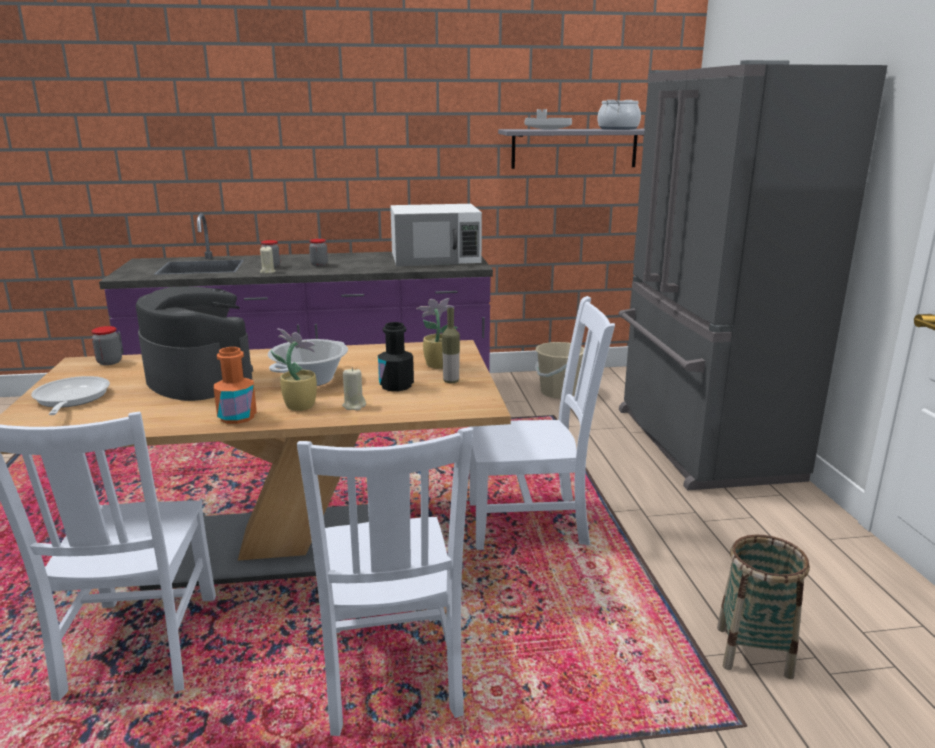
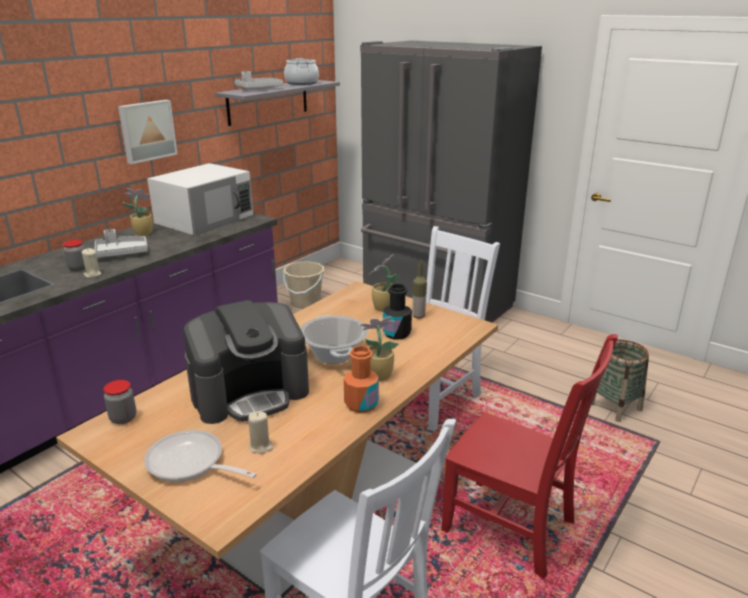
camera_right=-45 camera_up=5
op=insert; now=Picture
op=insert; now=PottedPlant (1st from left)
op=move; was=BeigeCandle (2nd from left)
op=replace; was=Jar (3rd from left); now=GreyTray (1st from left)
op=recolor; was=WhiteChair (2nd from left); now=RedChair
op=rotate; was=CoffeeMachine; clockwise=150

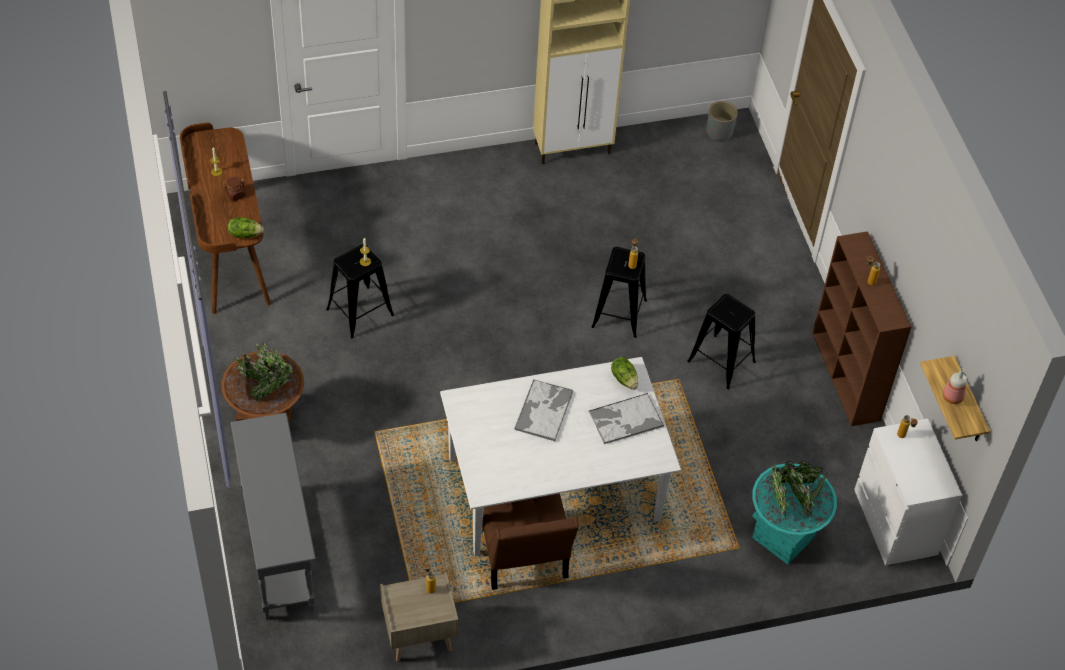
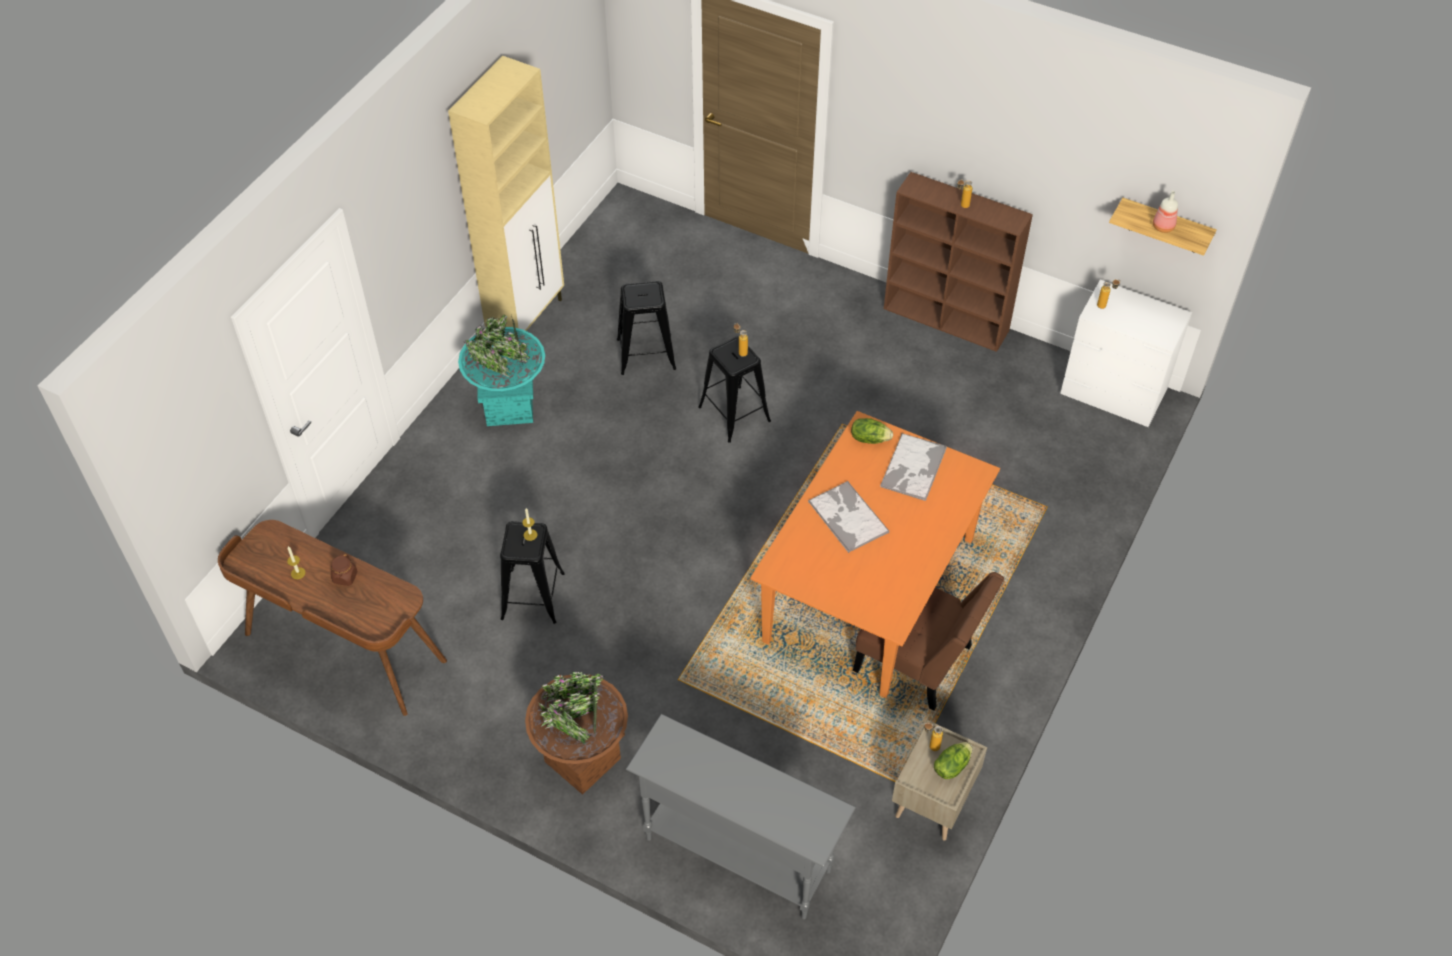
camera_right=-45 camera_up=0
op=delete; was=GreyPlanter
op=move; was=Lettuce (1st from left in the first image); now=Lettuce (2nd from left)
op=move; was=BlackStool (3rd from left in the first image); now=BlackStool (2nd from left)
op=move; was=TurquoisePlanter
op=recolor; was=WhiteDiningTable; now=OrangeDiningTable

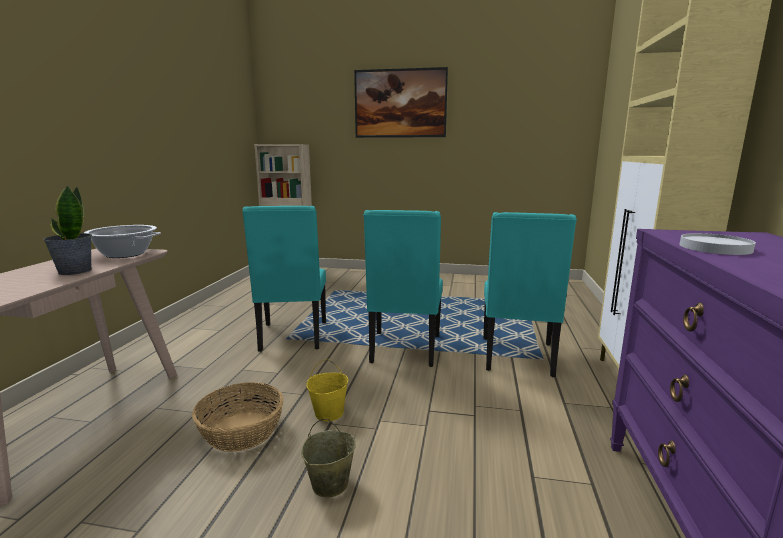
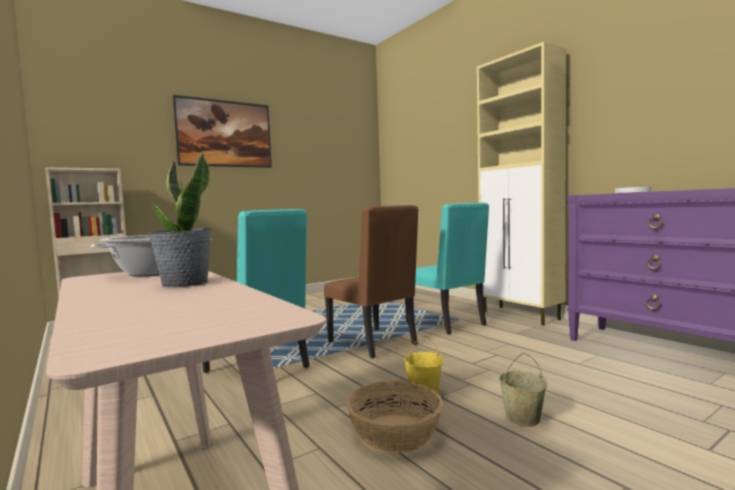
camera_right=-45 camera_up=-10
op=recolor; was=TurquoiseChair (2nd from left); now=BrownChair

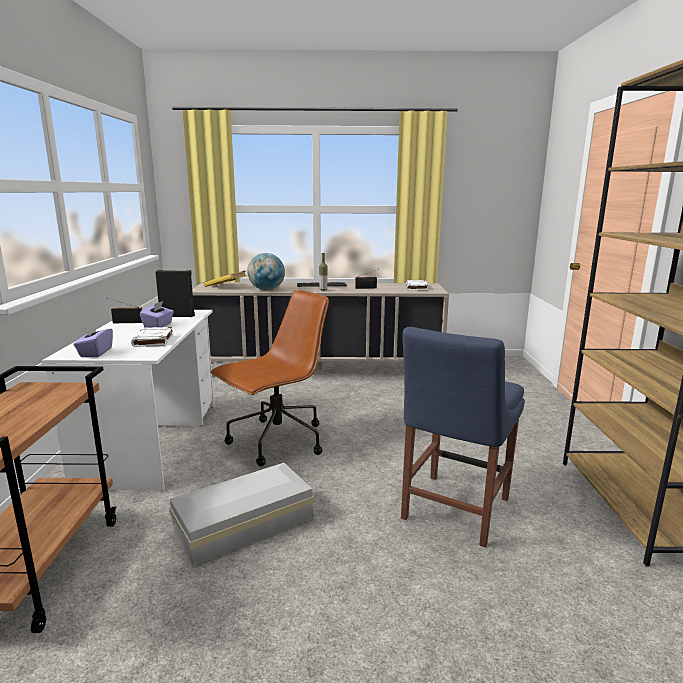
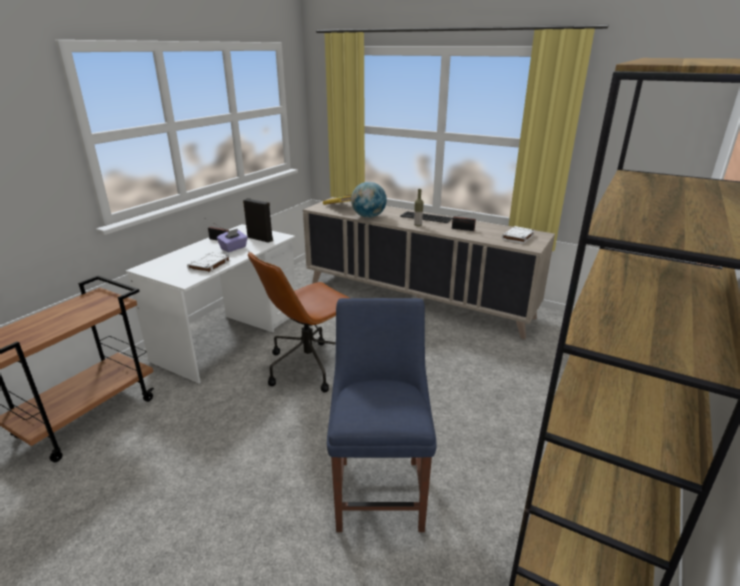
camera_right=30 camera_up=10
op=delete; was=PurpleTissueBox (1st from left)
op=delete; was=WhiteStorageBox
op=rotate; was=BrownOfficeChair; clockwise=150
op=rotate; was=BlueChair; clockwise=120

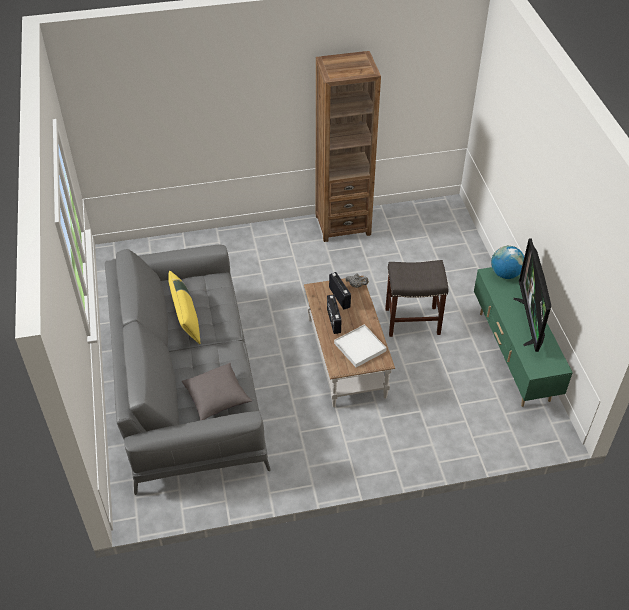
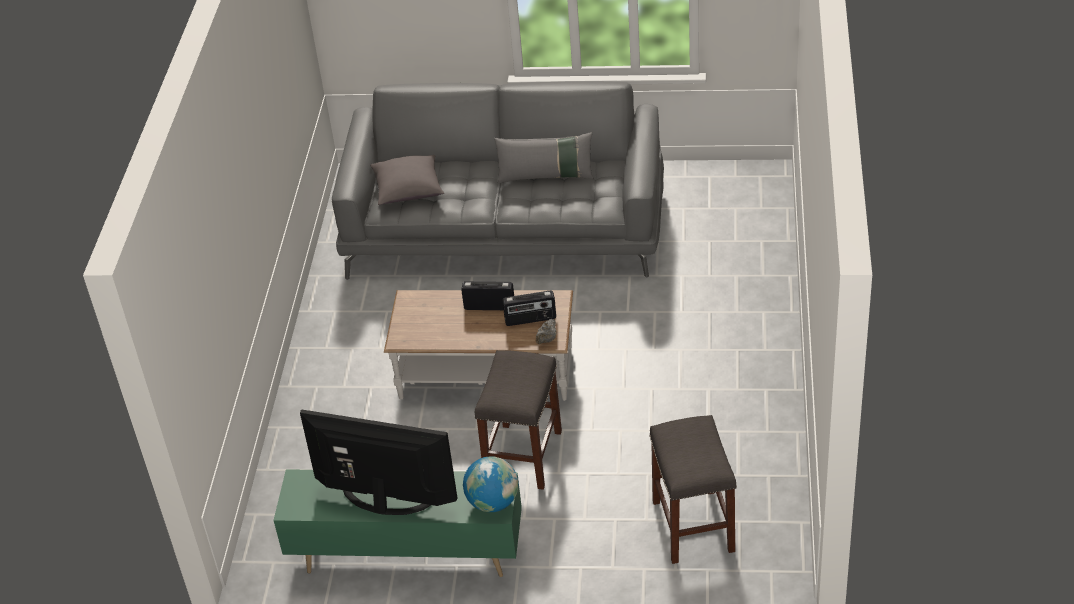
camera_right=110 camera_up=-5
op=delete; was=BrownBookcase
op=delete; was=WhiteTray
op=insert; now=GreyStool (2nd from left)
op=recolor; was=YellowPillow; now=GreyPillow (2nd from left)

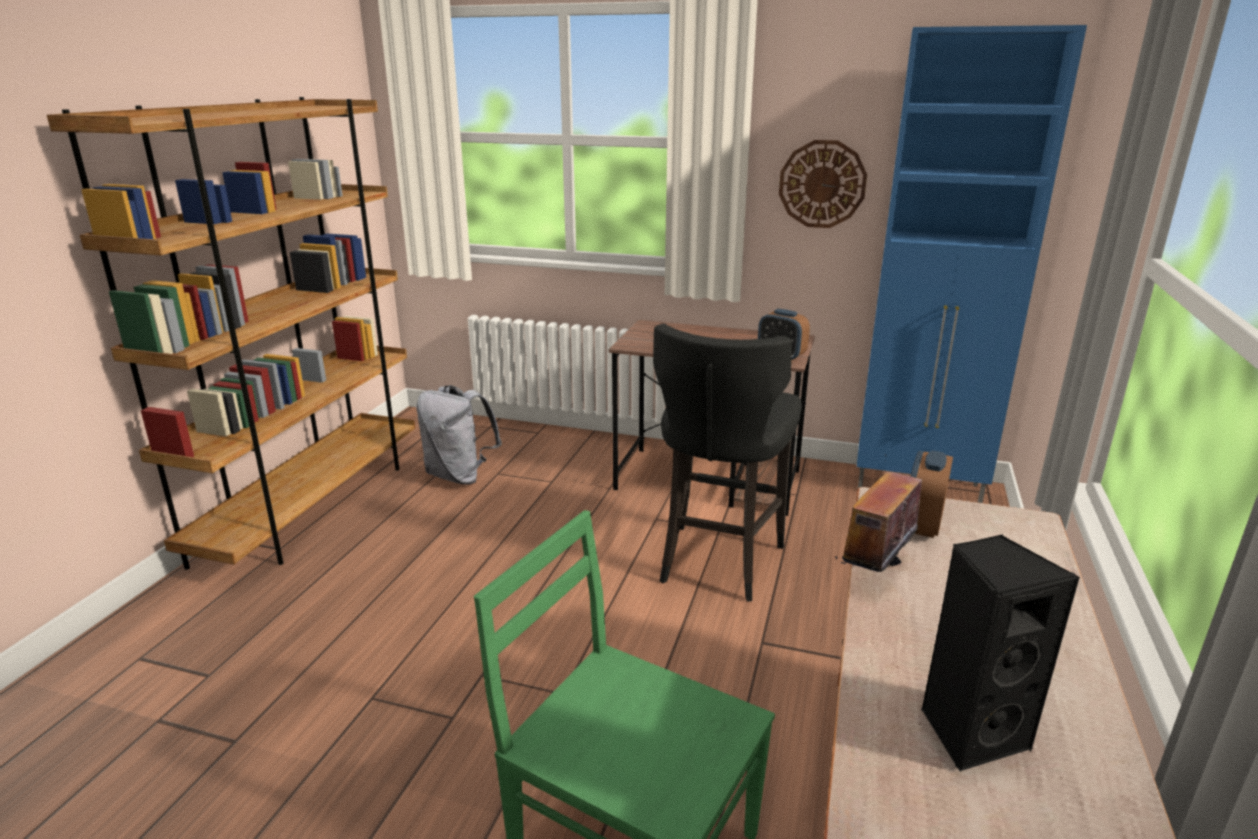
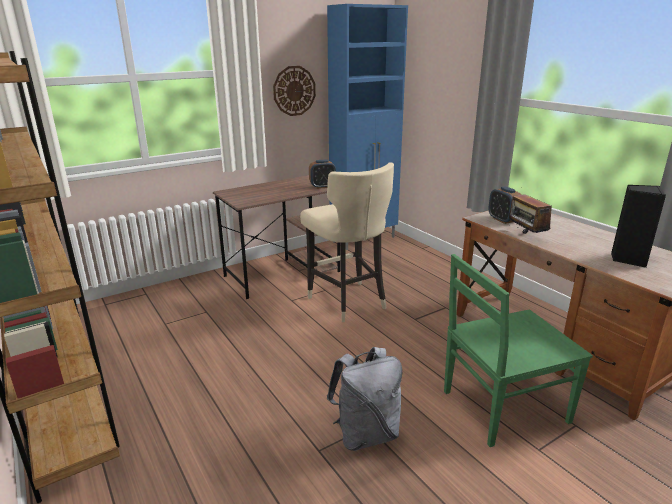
camera_right=-50 camera_up=0
op=move; was=GreyBackpack
op=recolor; was=BlackStool; now=BeigeStool

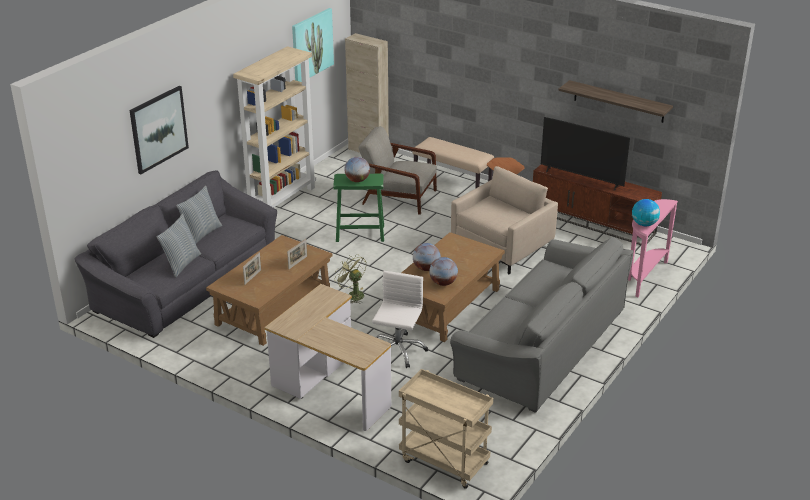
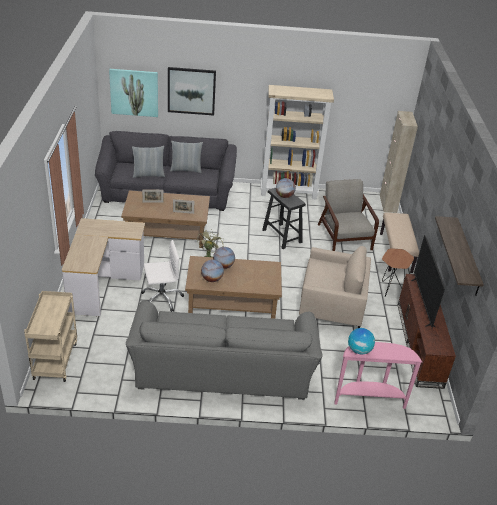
camera_right=55 camera_up=5
op=move; was=Picture (2nd from left in the first image); now=Picture (1st from left)
op=recolor; was=GreenStool; now=BlackStool

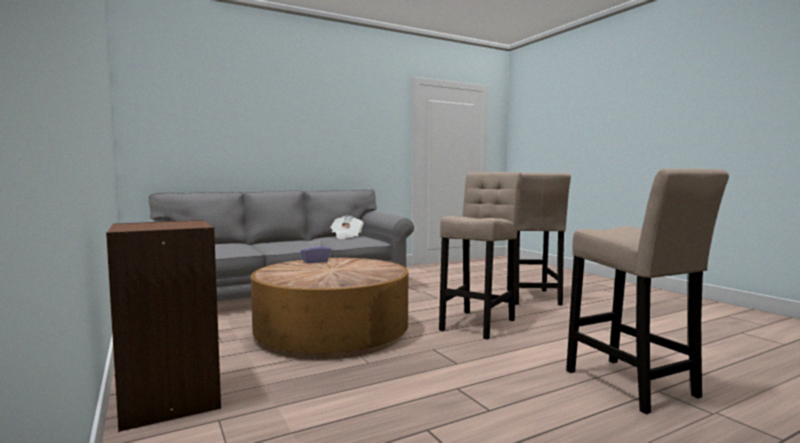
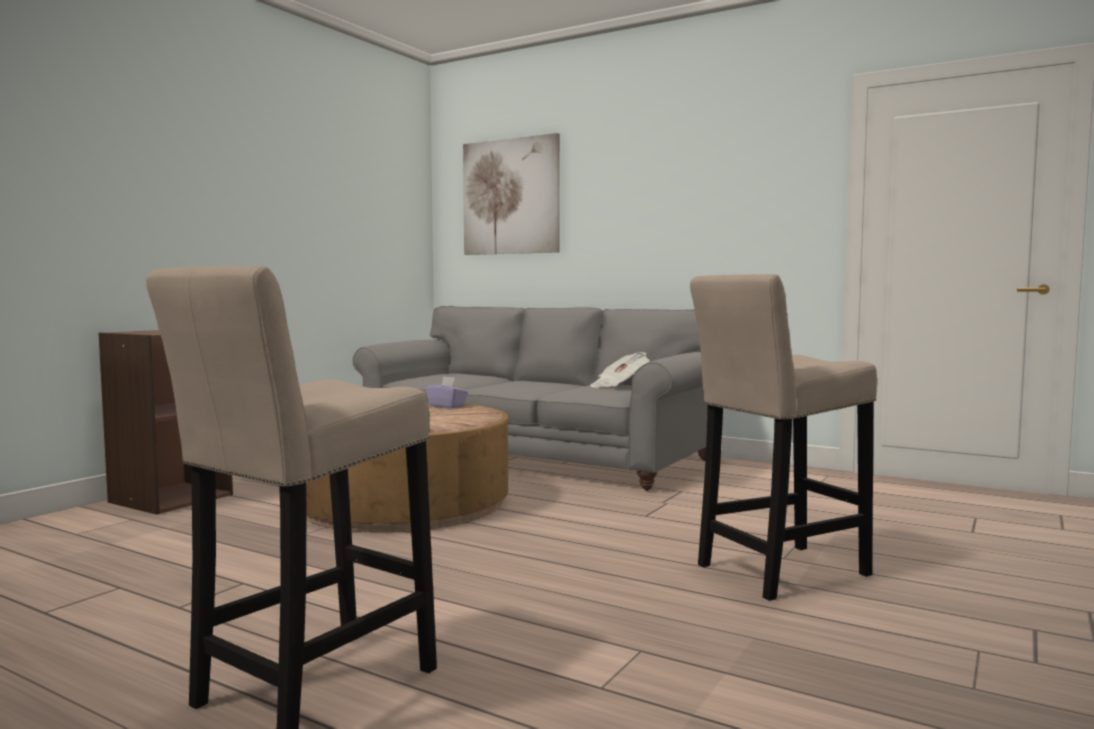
camera_right=60 camera_up=0
op=delete; was=BeigeStool (1st from left)
op=insert; now=Picture

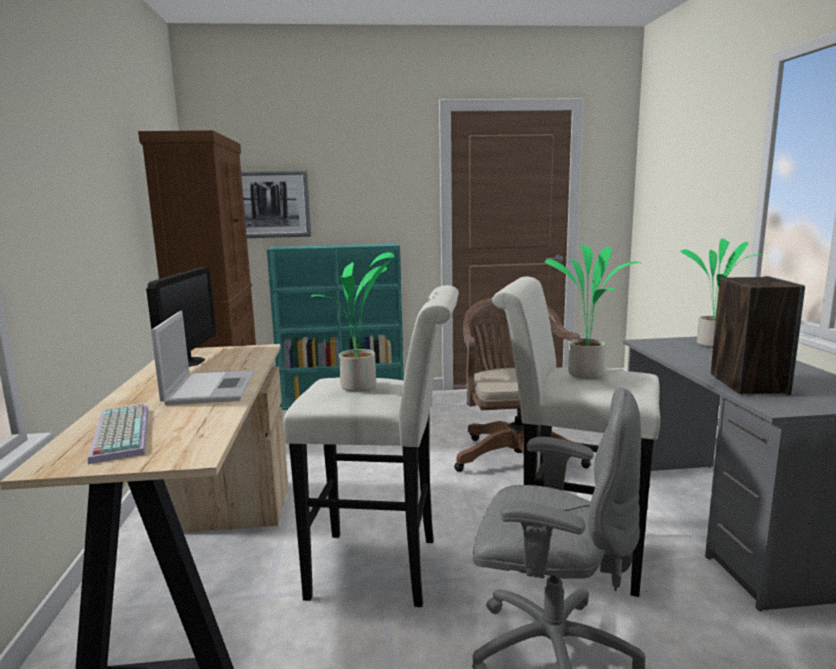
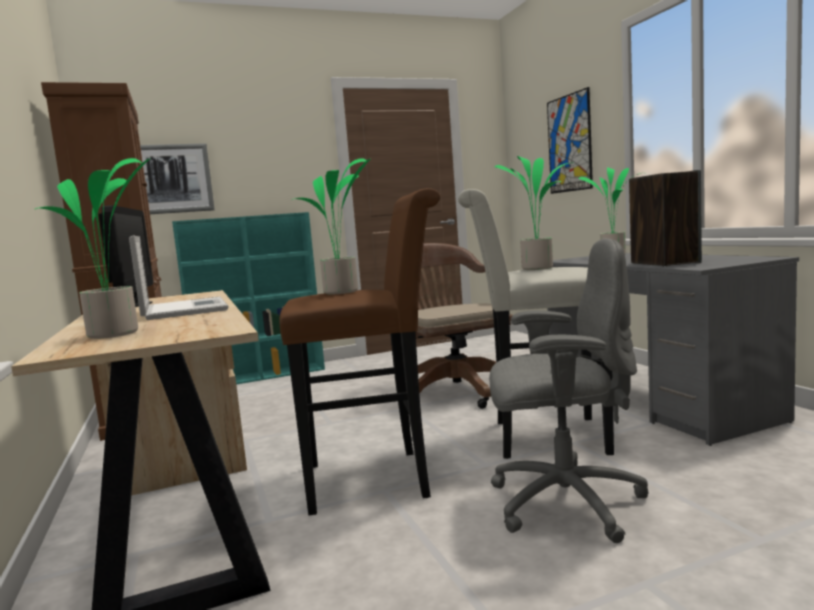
camera_right=-15 camera_up=-5
op=insert; now=Picture (2nd from left)
op=replace; was=Keyboard; now=PottedPlant (1st from left)
op=recolor; was=WhiteStool (1st from left); now=BrownStool

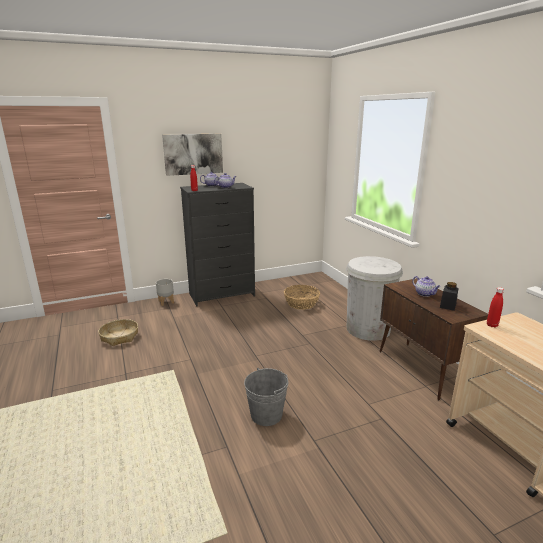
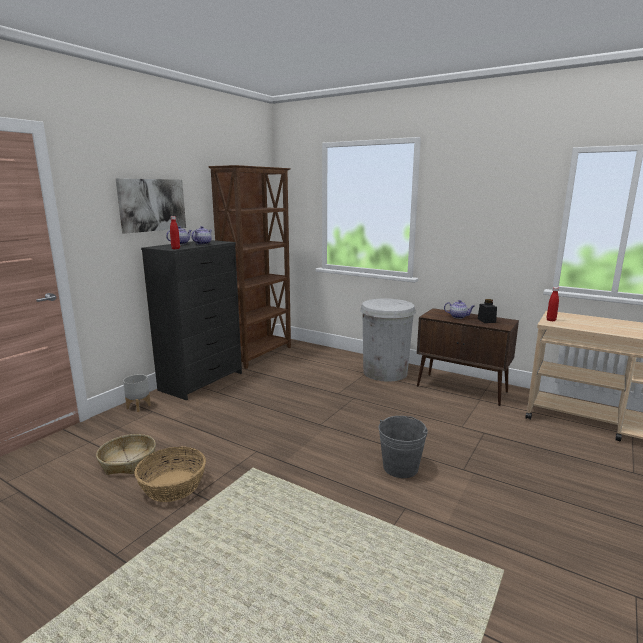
camera_right=-35 camera_up=-5
op=insert; now=BrownBookcase
op=move; was=Basket (2nd from left)

